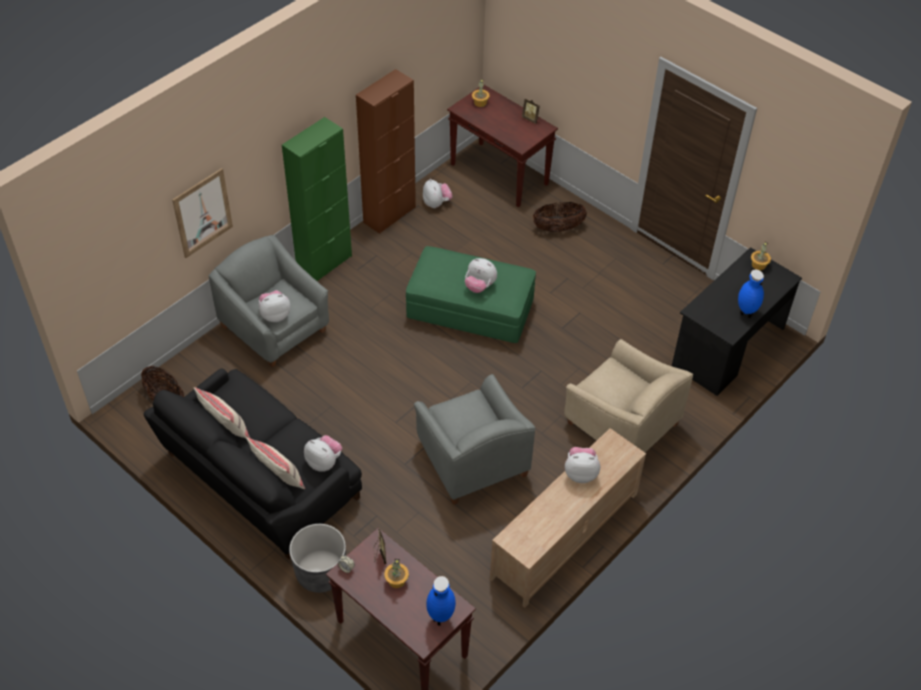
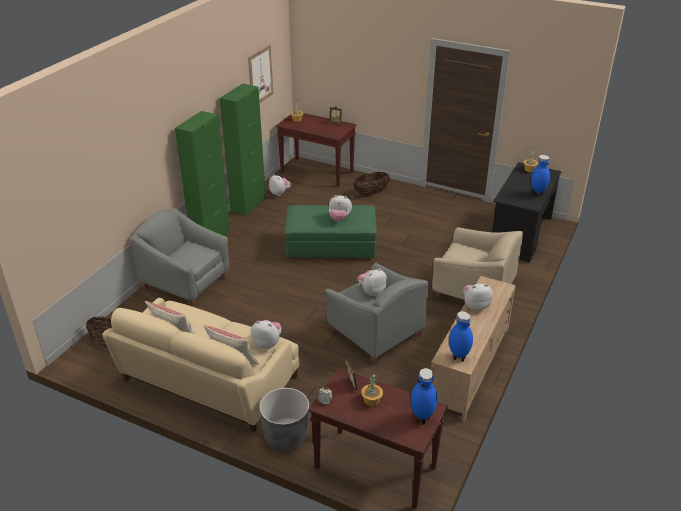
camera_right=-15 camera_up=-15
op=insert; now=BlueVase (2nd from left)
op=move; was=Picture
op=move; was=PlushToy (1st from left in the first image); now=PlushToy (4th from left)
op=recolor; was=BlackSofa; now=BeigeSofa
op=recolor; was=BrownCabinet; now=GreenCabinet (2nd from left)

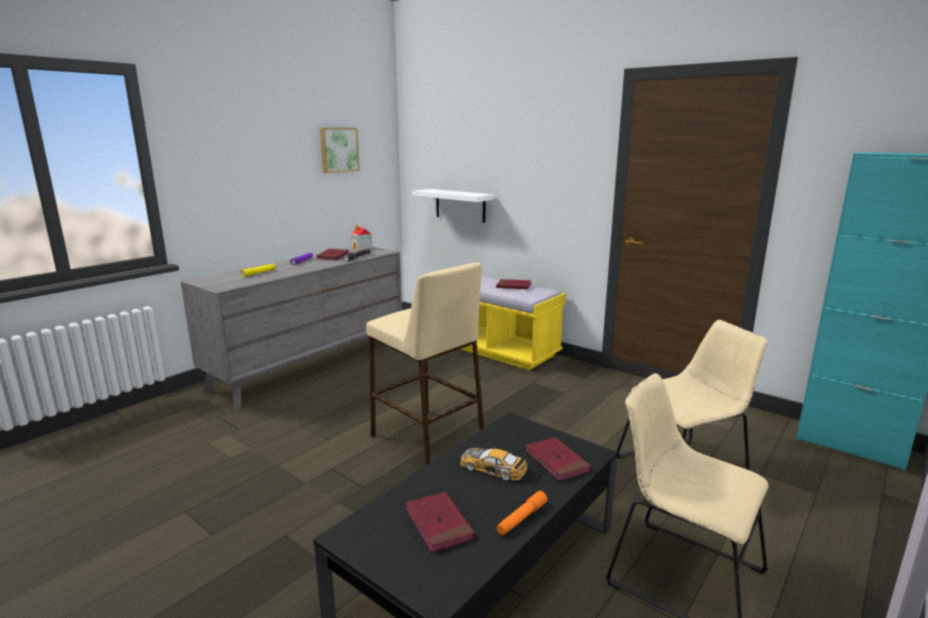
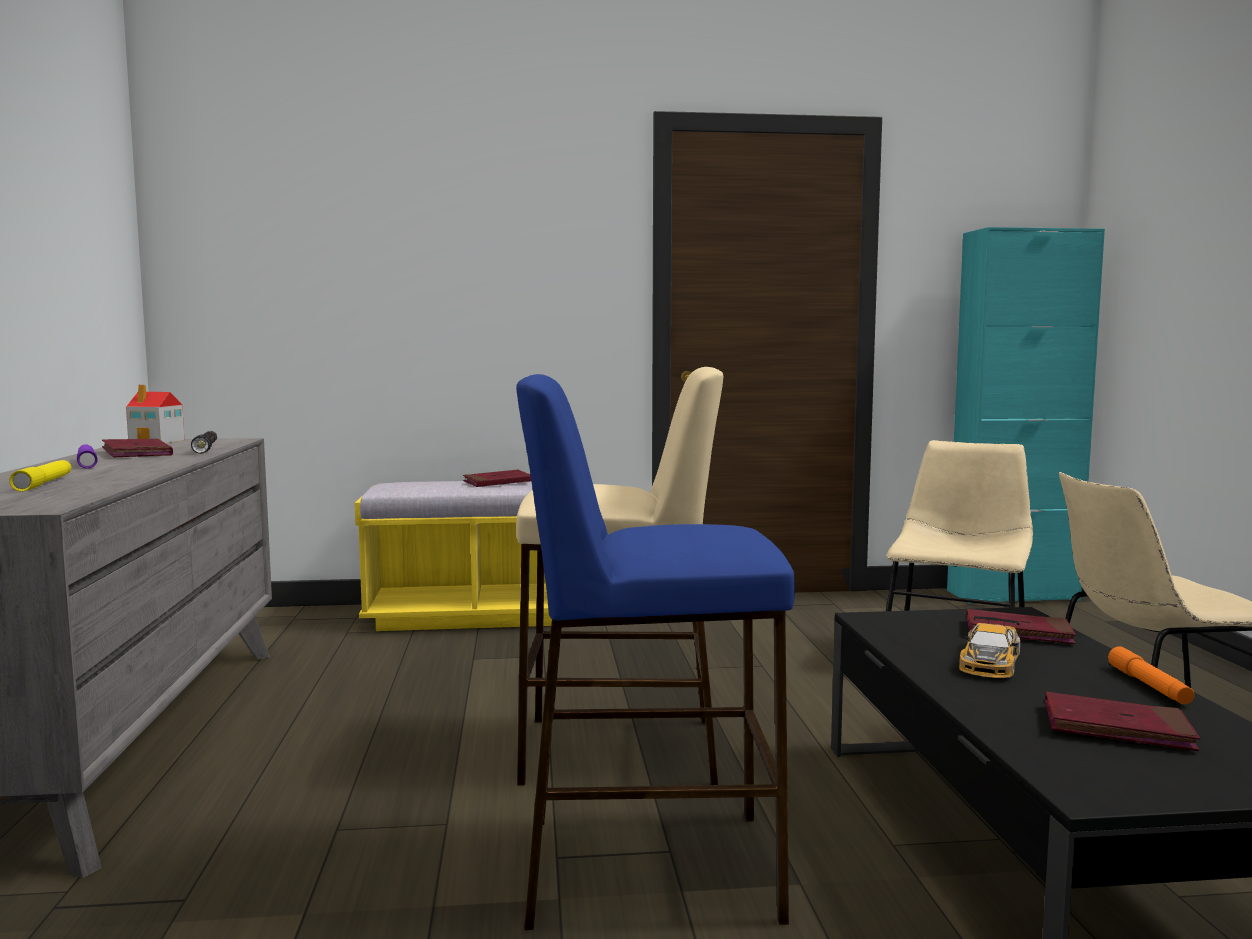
camera_right=-45 camera_up=-10
op=delete; was=Picture
op=delete; was=WhiteShelf
op=insert; now=BlueStool
op=rotate; was=ToyCar; clockwise=-45

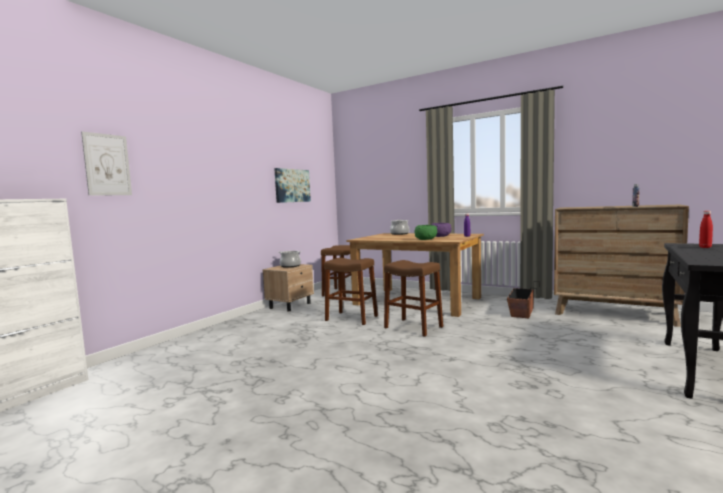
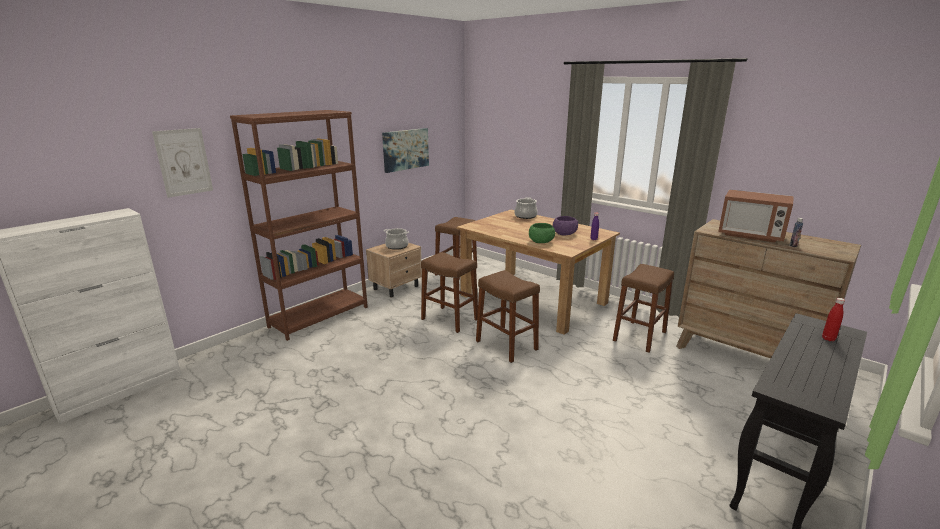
camera_right=10 camera_up=15
op=insert; now=BrownBookcase
op=insert; now=Microwave
op=replace; was=Planter; now=BrownStool (4th from left)

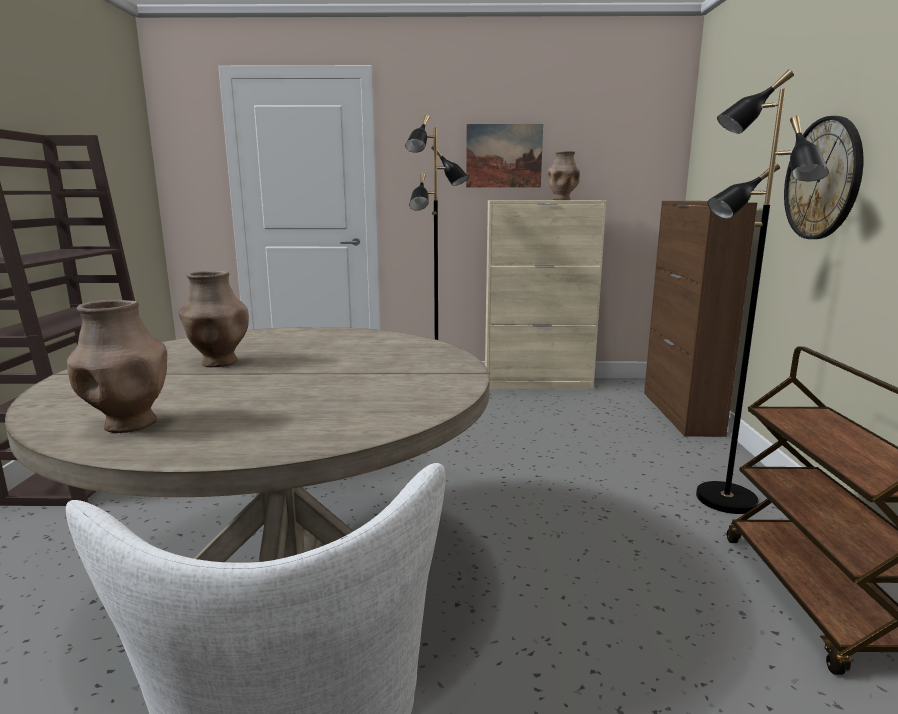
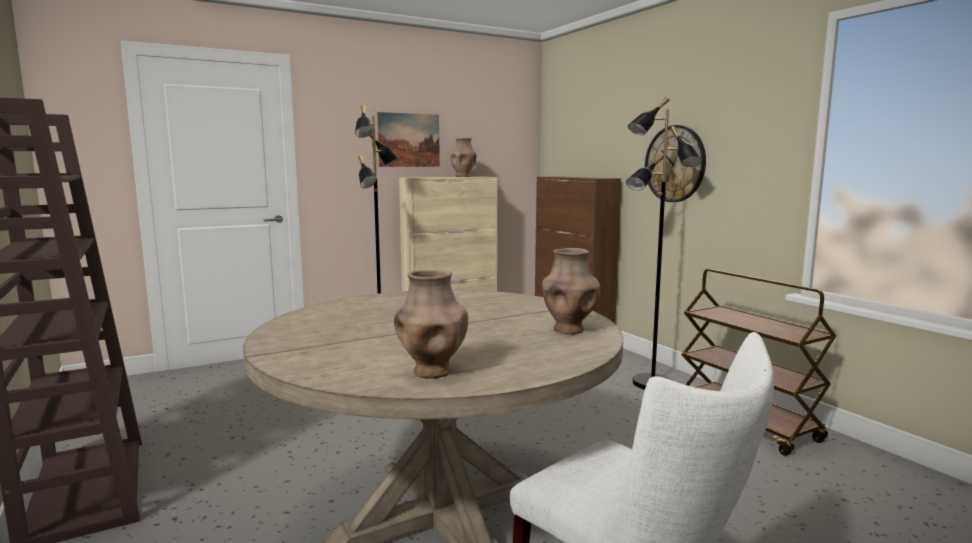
camera_right=-30 camera_up=-5
op=move; was=BrownVase (2nd from left in the first image); now=BrownVase (3rd from left)

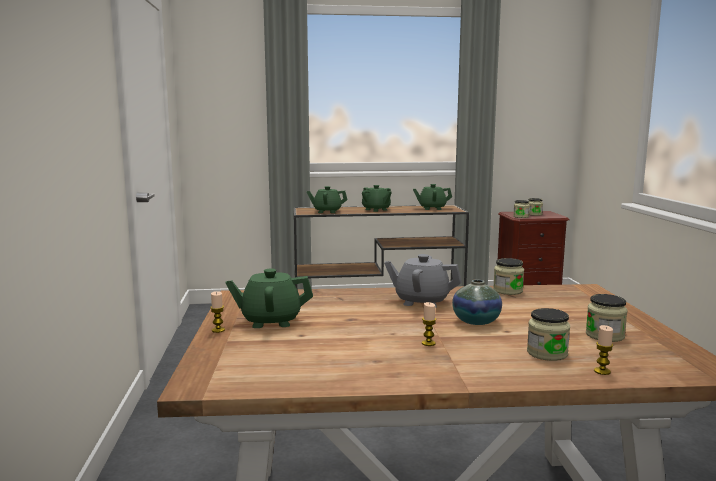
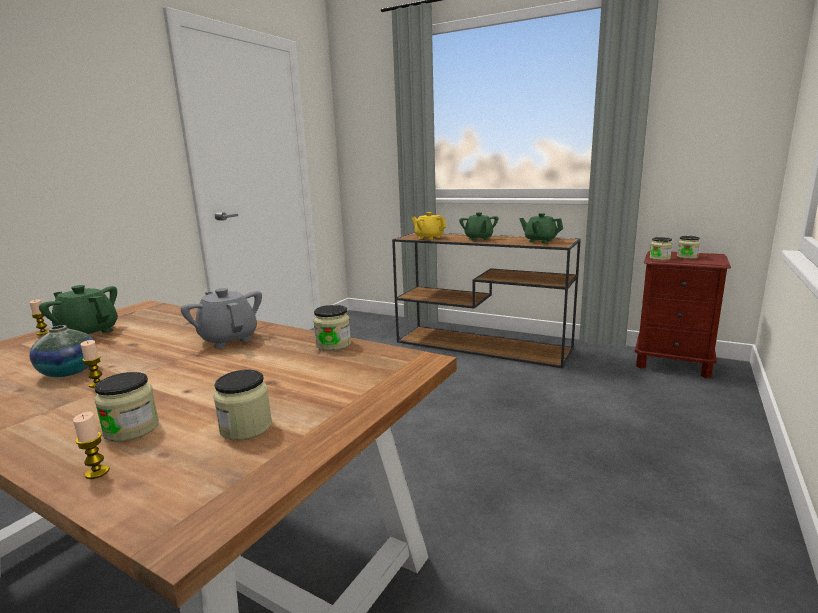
camera_right=35 camera_up=5
op=move; was=Vase
op=recolor; was=GreenTeapot (2nd from left); now=YellowTeapot

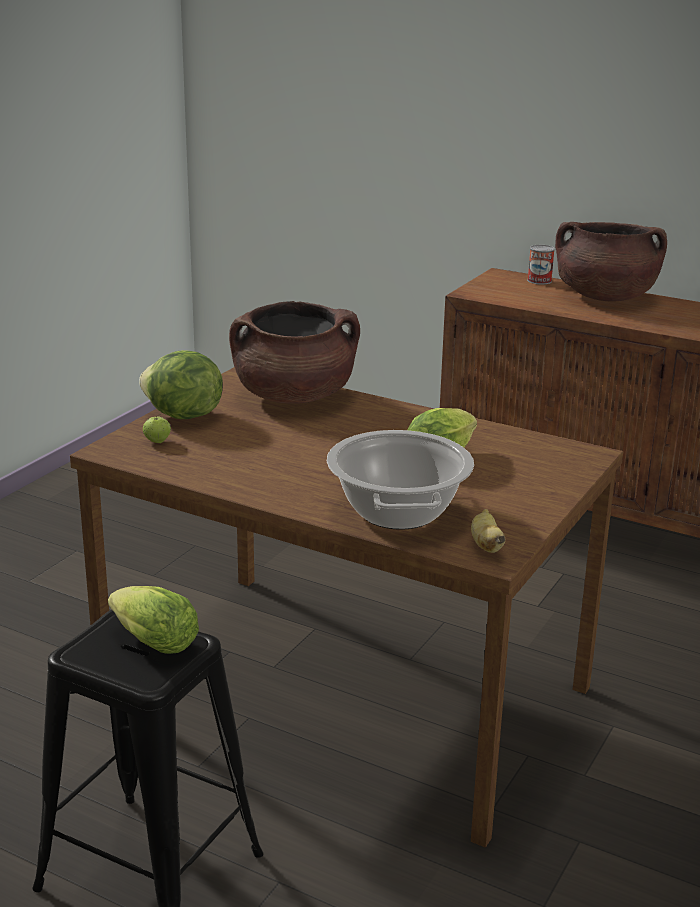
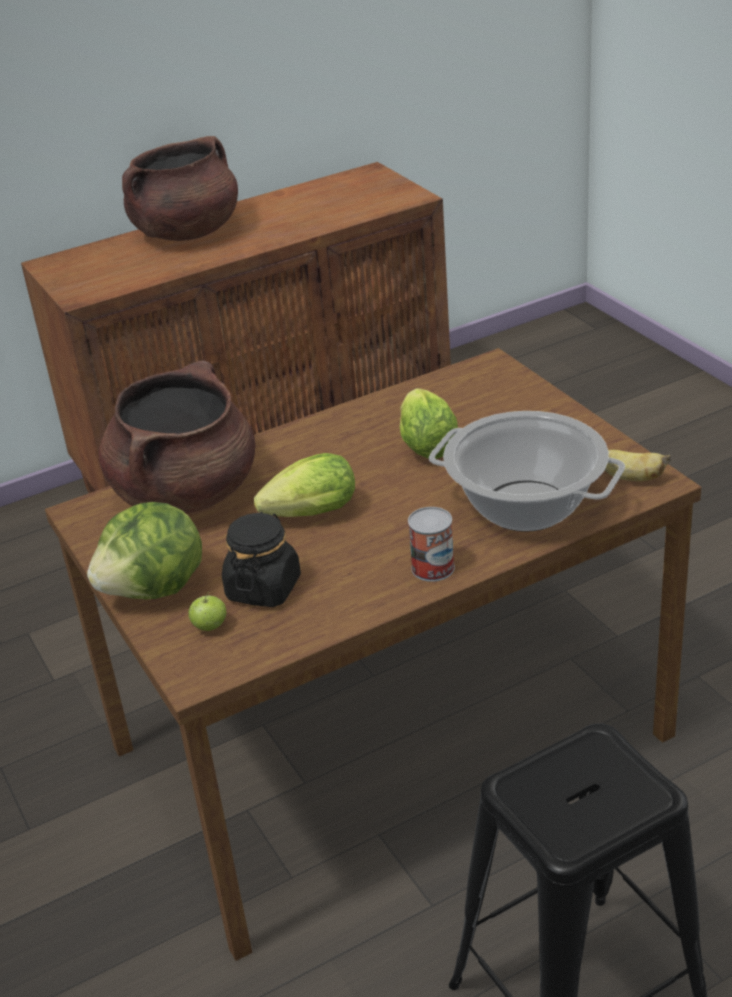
camera_right=-55 camera_up=10
op=insert; now=BlackJar
op=move; was=Lettuce (1st from left in the first image); now=Lettuce (2nd from left)
op=move; was=Can

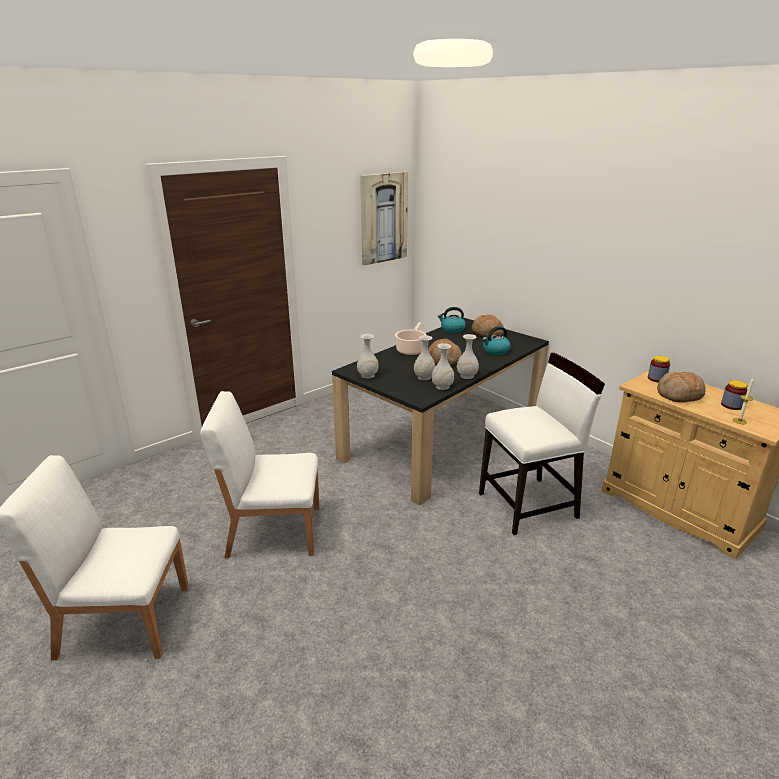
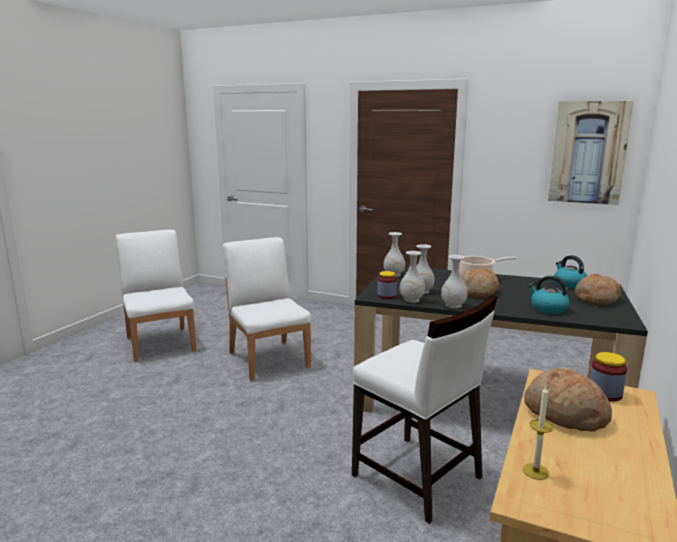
camera_right=65 camera_up=-10
op=move; was=Jar (2nd from left in the first image); now=Jar (1st from left)

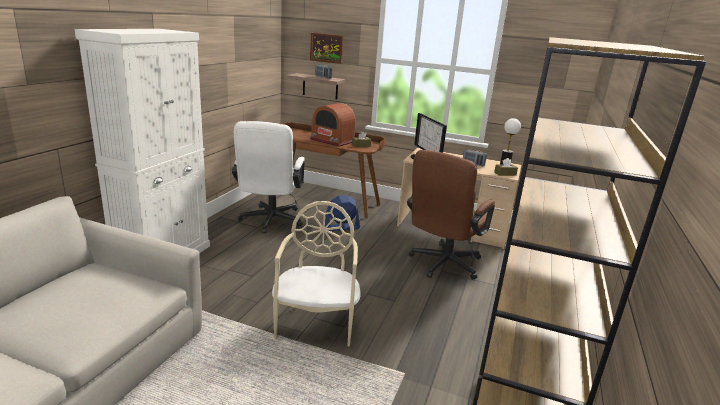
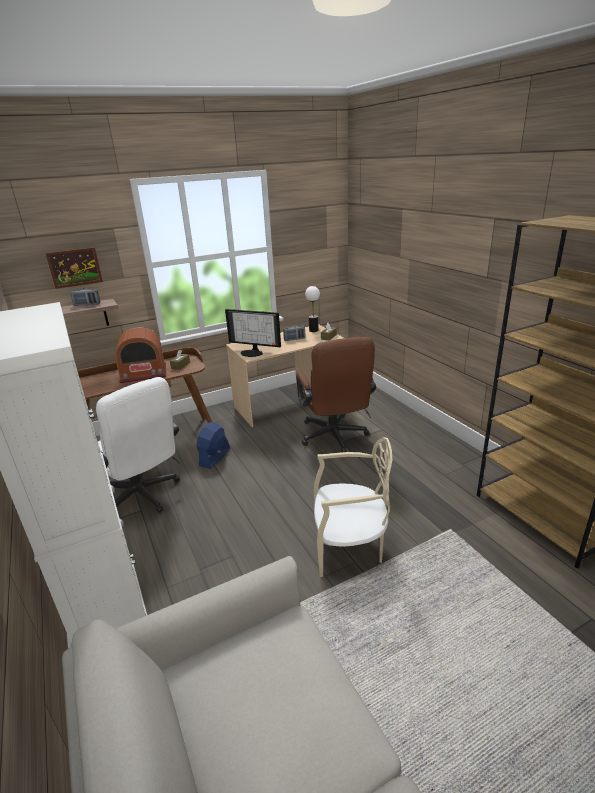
camera_right=-45 camera_up=5
op=rotate; was=BeigeChair; clockwise=135

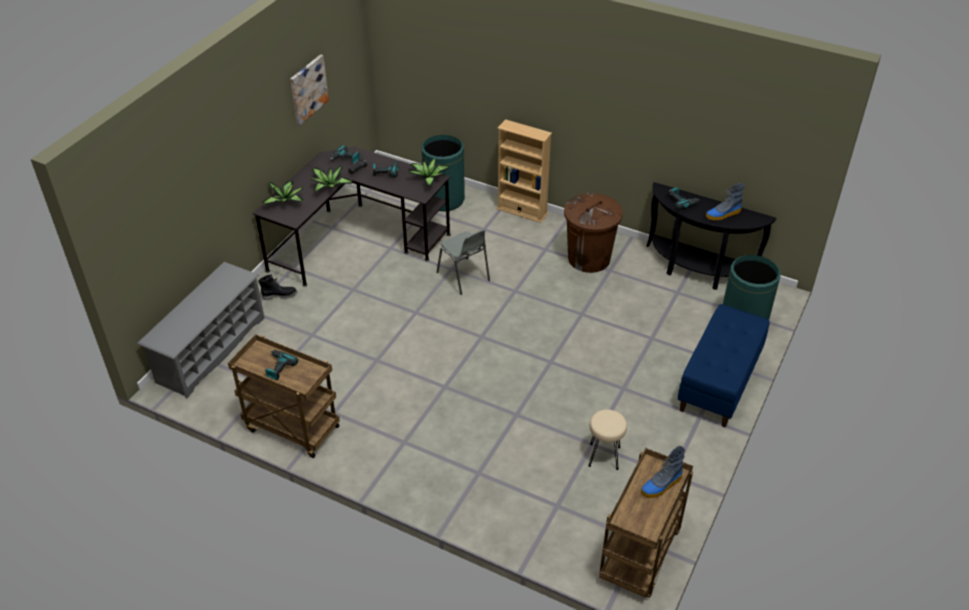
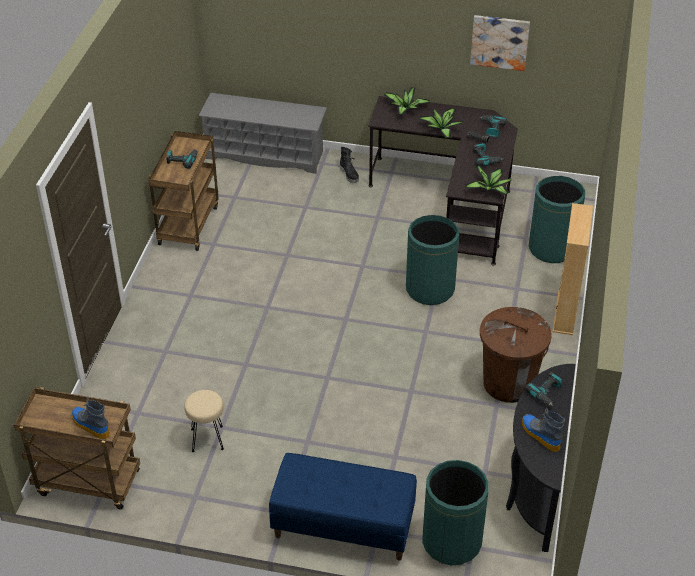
camera_right=75 camera_up=0
op=replace; was=GreyChair; now=GreenTrashCan (1st from left)

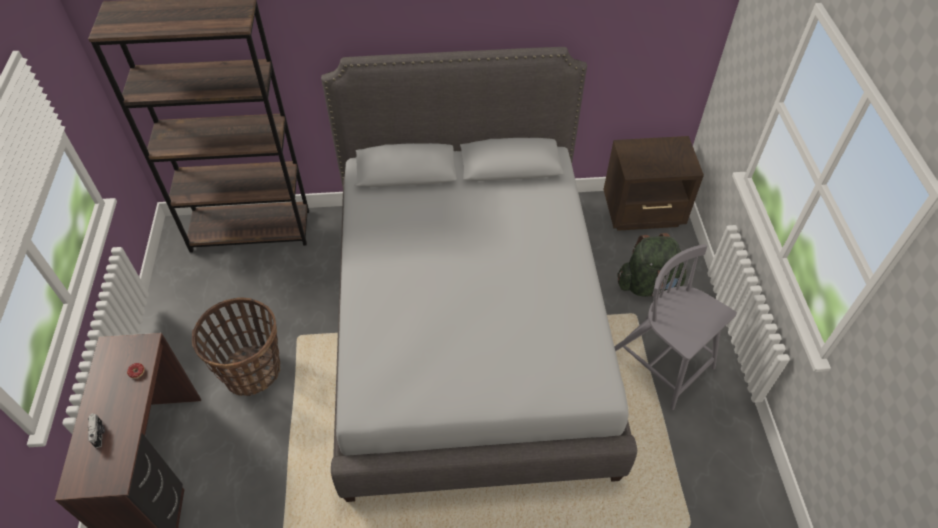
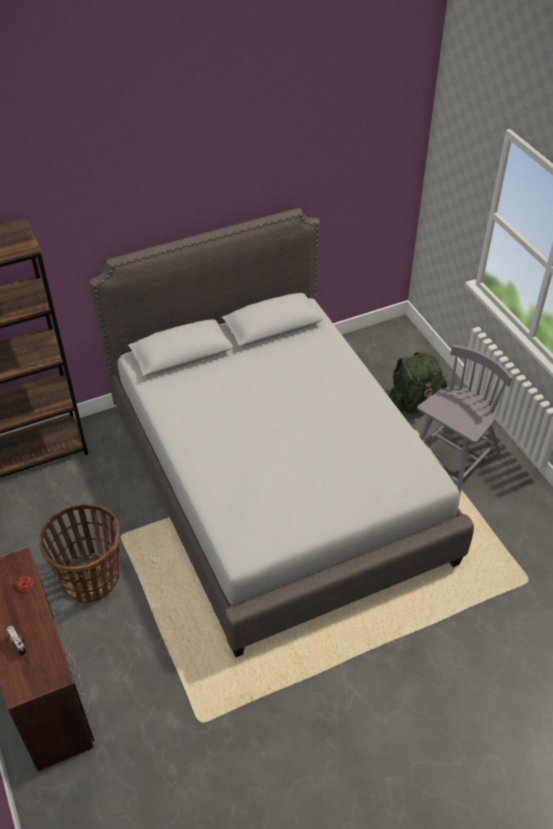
camera_right=-20 camera_up=-5
op=delete; was=BrownNightstand
op=rotate; was=GreyChair; clockwise=105

